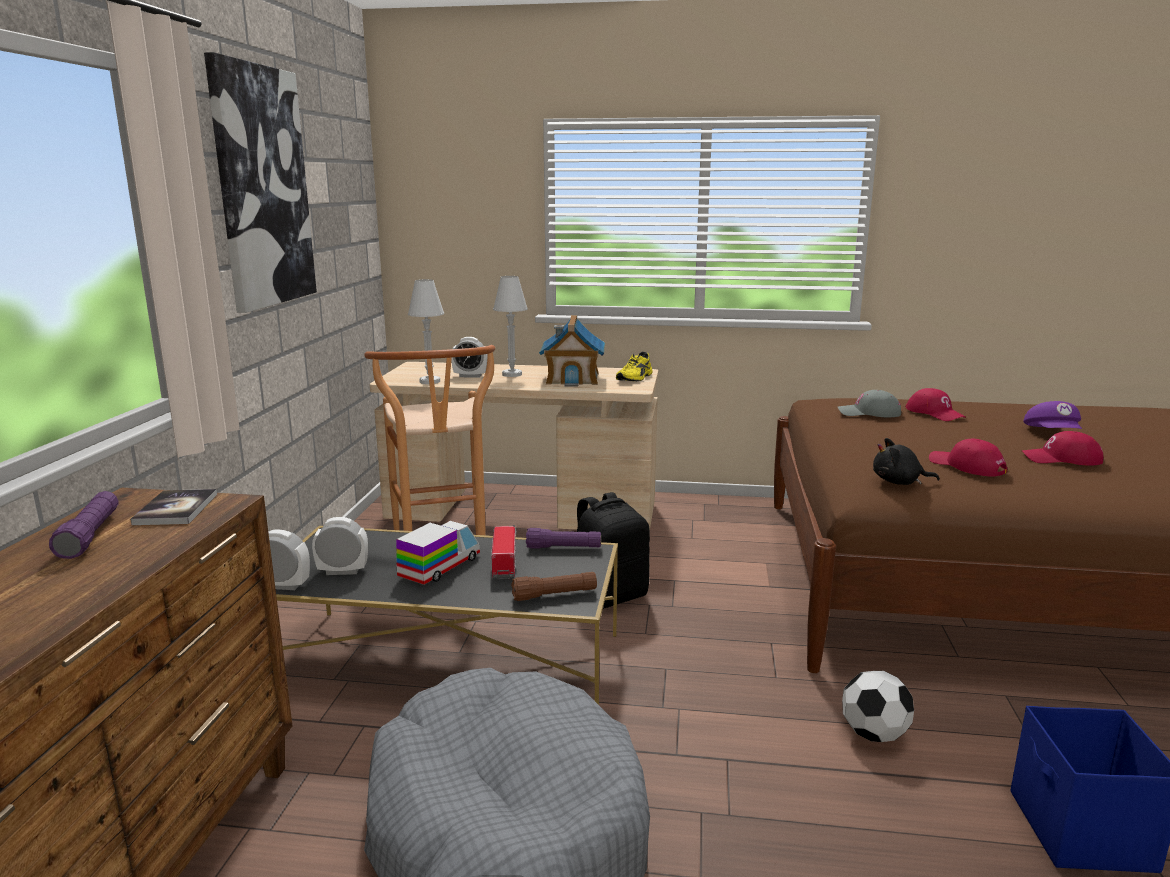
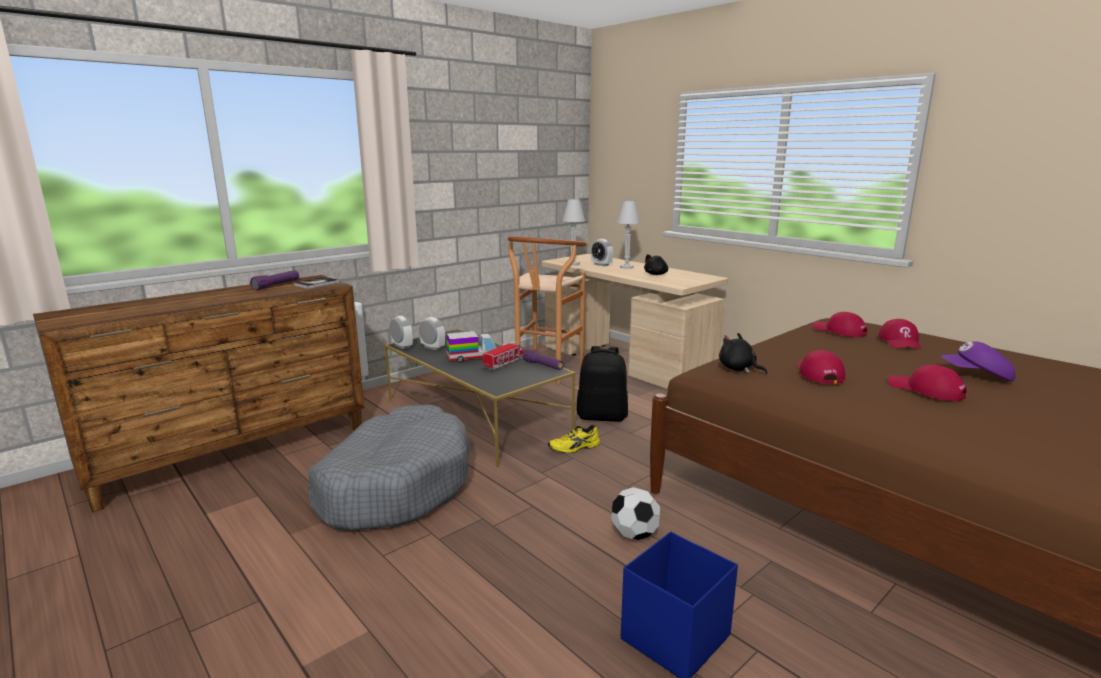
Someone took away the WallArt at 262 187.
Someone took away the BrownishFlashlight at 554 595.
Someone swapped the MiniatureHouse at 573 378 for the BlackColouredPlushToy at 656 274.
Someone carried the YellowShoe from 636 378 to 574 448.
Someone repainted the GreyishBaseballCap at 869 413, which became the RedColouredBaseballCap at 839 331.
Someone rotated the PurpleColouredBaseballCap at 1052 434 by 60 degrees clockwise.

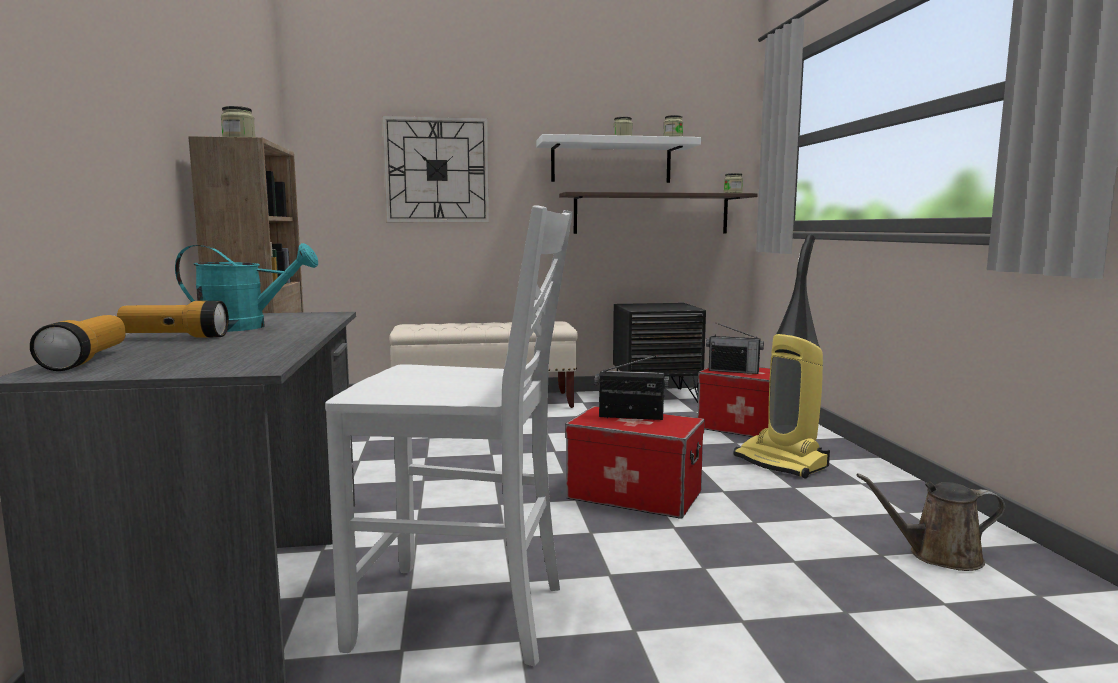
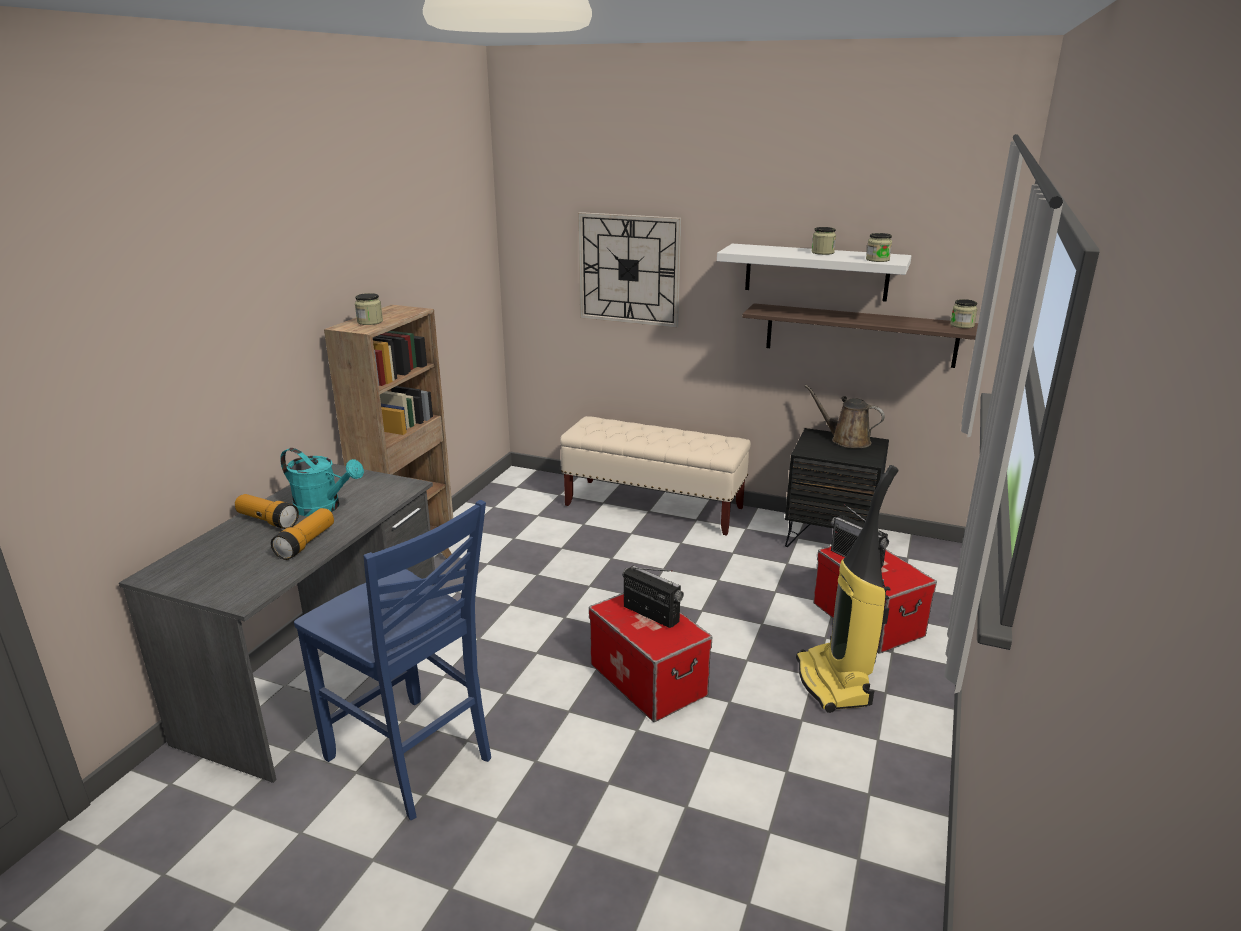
Someone carried the Flashlight from 86 360 to 306 543.
Someone repainted the WhiteColouredPlainChair at 464 616, which became the BlueColouredPlainChair at 412 759.
Someone carried the BrownishSprinklingCan from 938 556 to 846 440.

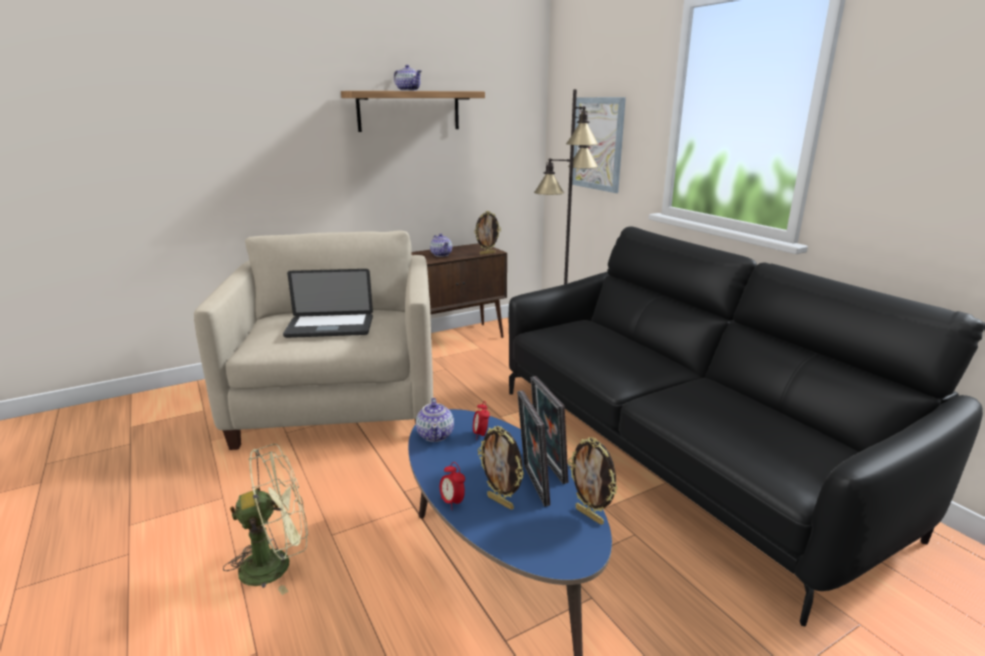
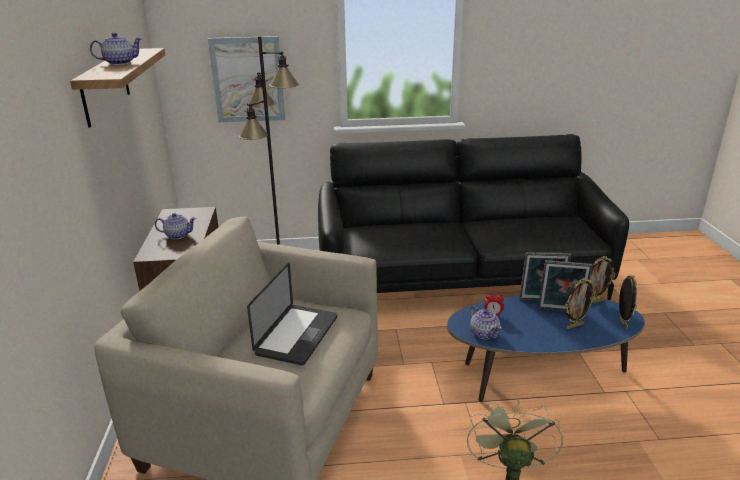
Someone rotated the PotForTea at 435 435 by 45 degrees clockwise.
Someone took away the BedsideClock at 452 502.
Someone carried the PhotoFrame from 487 253 to 622 323.

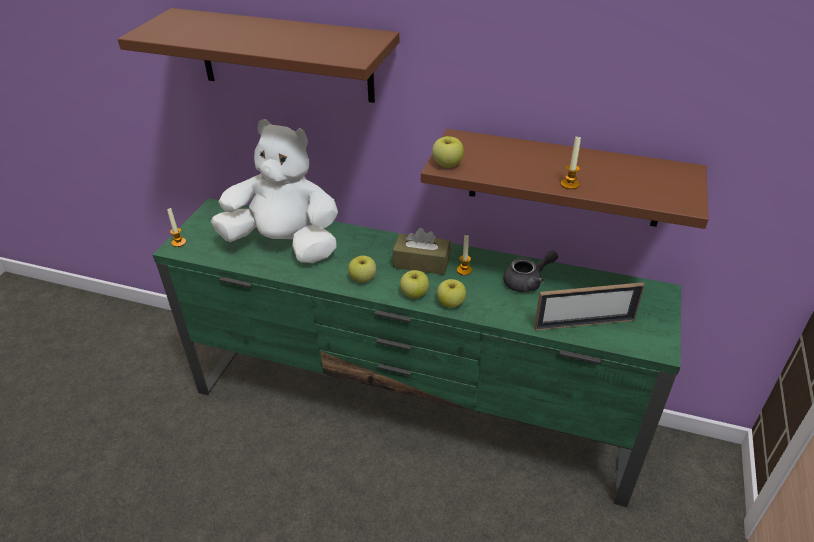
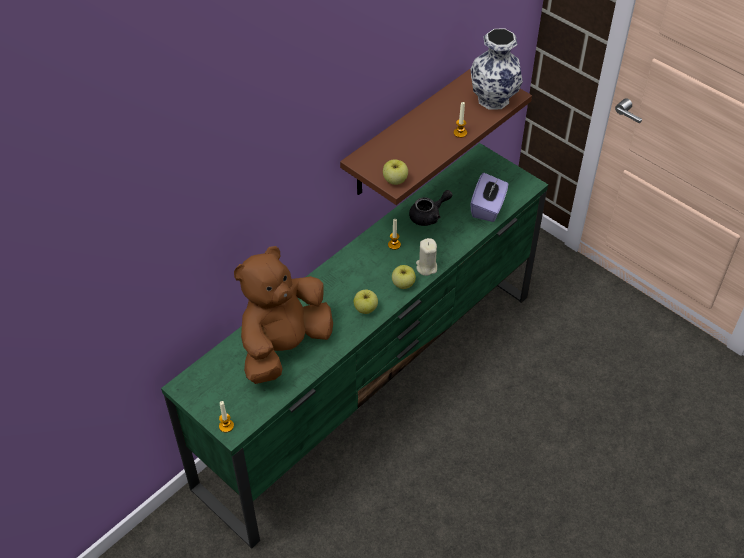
Someone took away the BrownishShelf at 285 56.
Someone repainted the WhiteColouredPlushToy at 285 244, which became the BrownishPlushToy at 284 346.
Someone took away the BrownishBoxOfTissues at 421 263.
Someone swapped the WholeApple at 451 303 for the BeigeCandle at 426 267.
Someone rotated the GreyishPotForTea at 527 281 by 60 degrees clockwise.
Someone swapped the PhotoFrame at 584 324 for the PurpleColouredBoxOfTissues at 488 208.
Someone put down the DecorativeVase at 494 98.

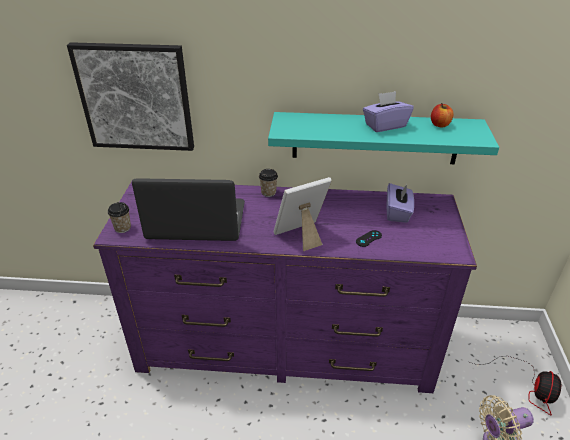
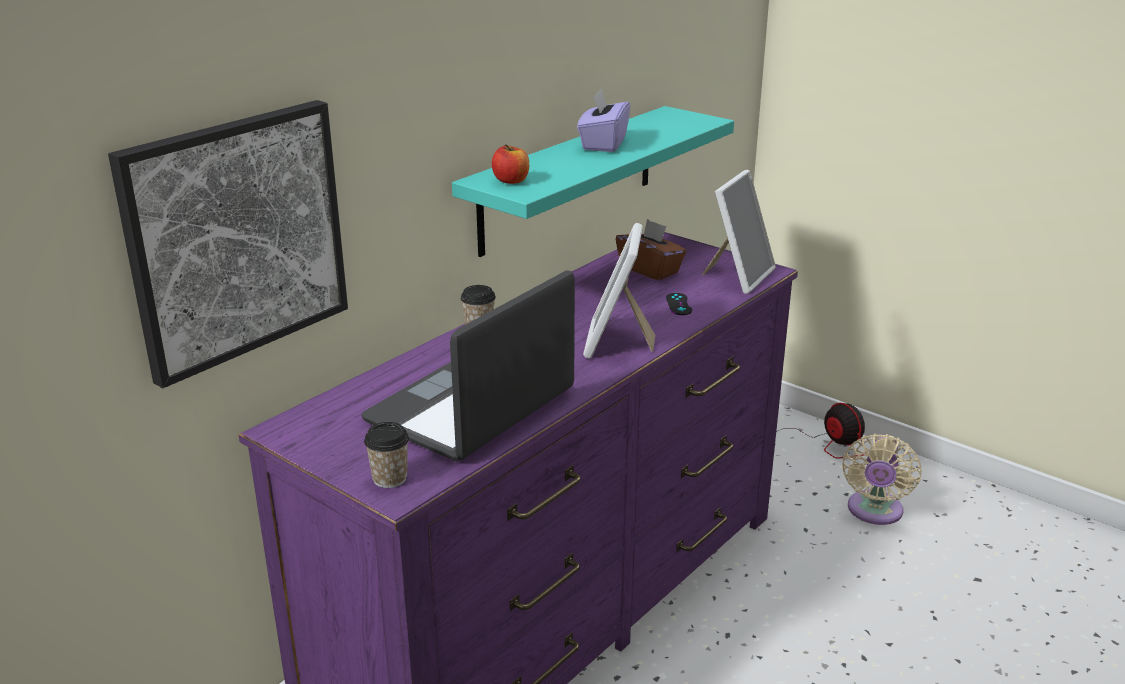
Someone repainted the PurpleColouredBoxOfTissues at 398 212, which became the BrownishBoxOfTissues at 650 270.
Someone carried the WholeApple from 440 124 to 511 181.
Someone put down the PhotoFrame at 737 276.

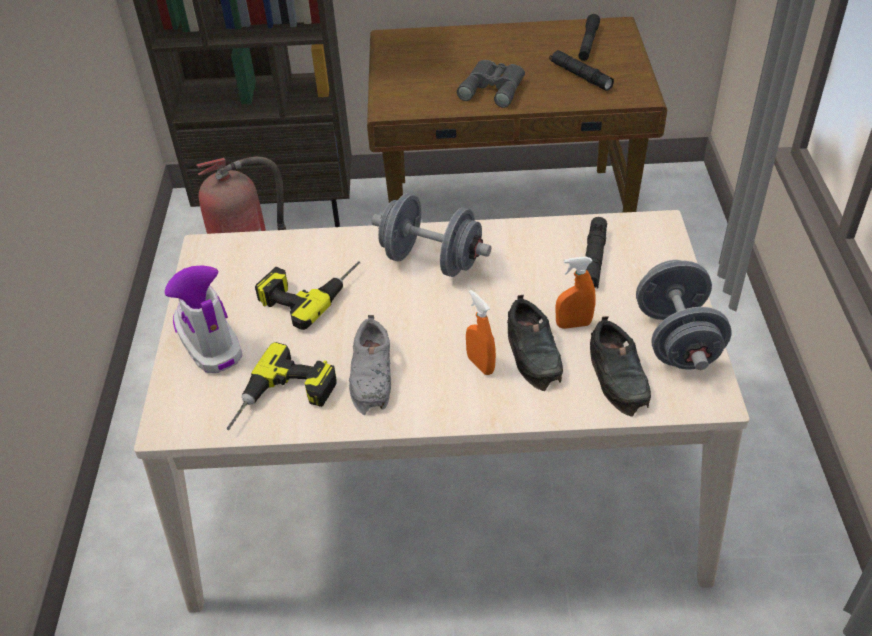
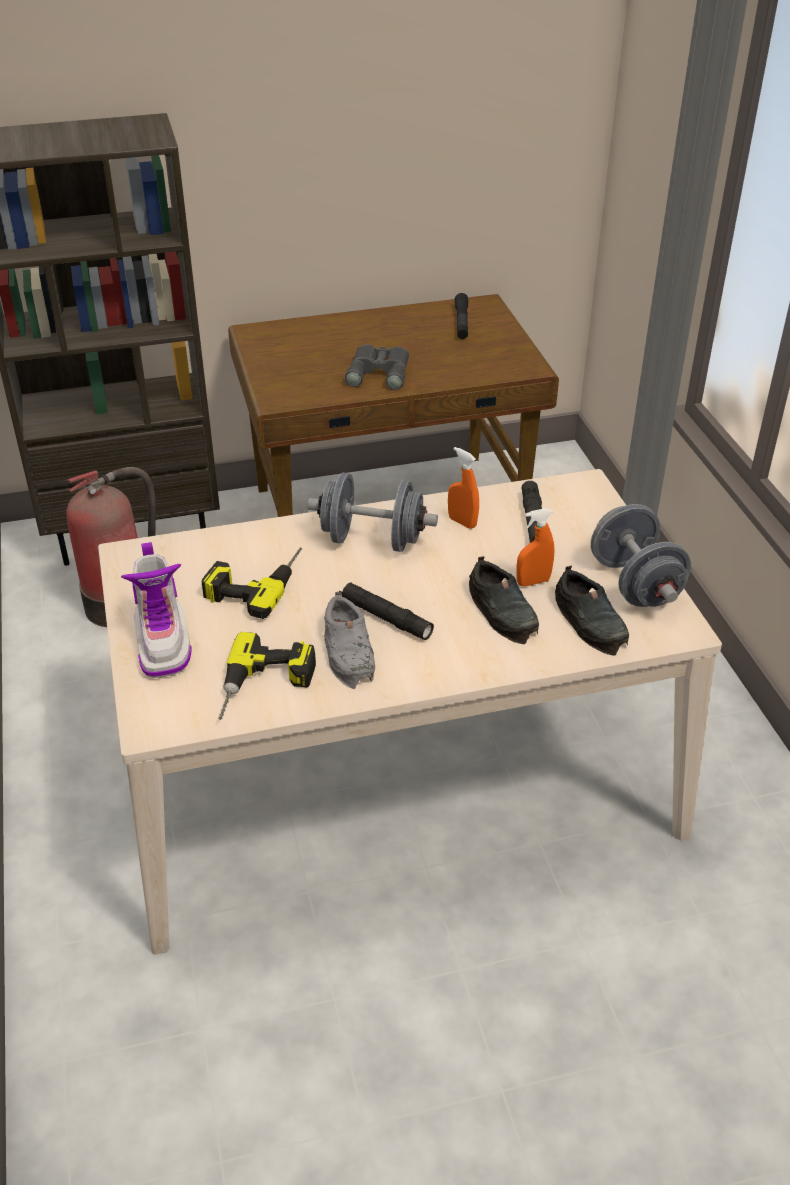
Someone rotated the HighTopBoot at 208 341 by 150 degrees counterclockwise.
Someone carried the OrangeColouredSprayBottle from 480 365 to 462 522.
Someone carried the BlackColouredFlashlight from 580 76 to 385 617.

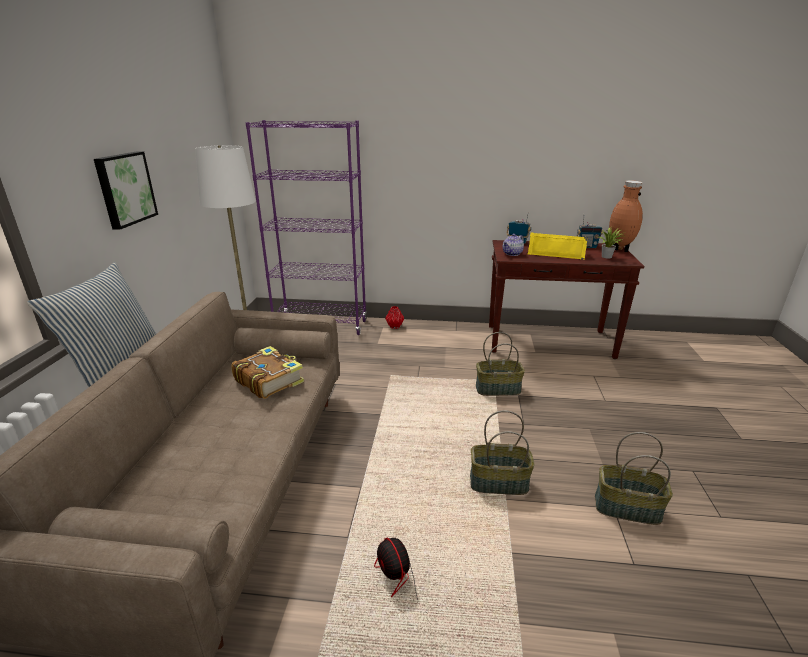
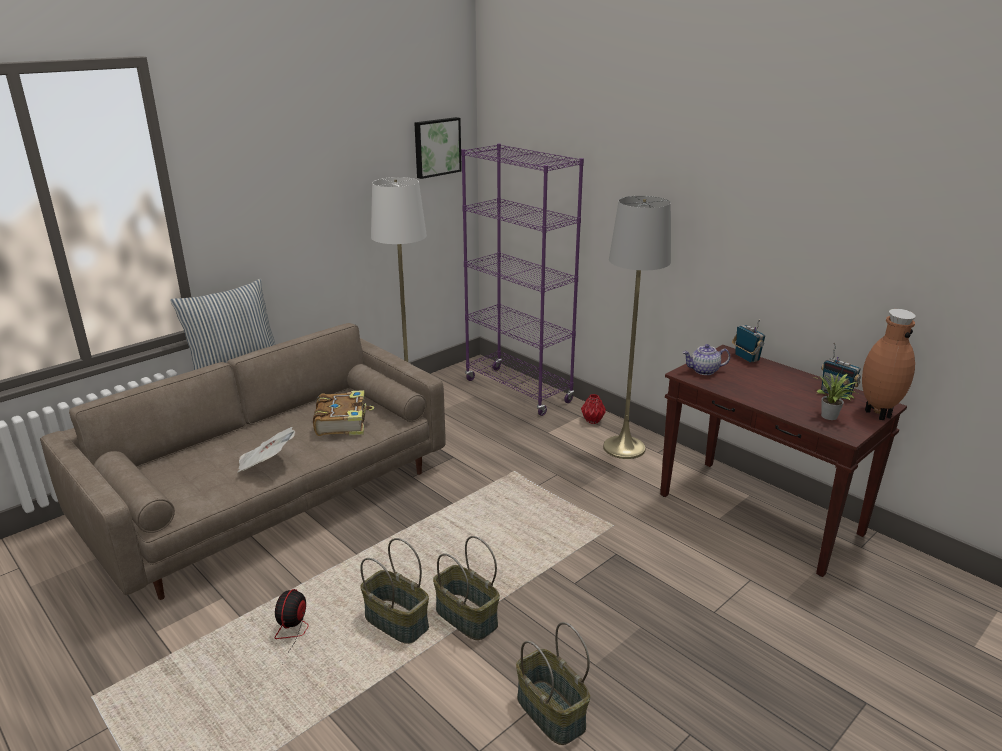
Someone carried the WallArt from 124 189 to 436 147.
Someone carried the Basket from 498 388 to 397 621.
Someone took away the YellowAudioSpeaker at 556 253.
Someone put down the PrintedPaper at 266 464.
Someone put down the GreyishFloorLamp at 624 447.

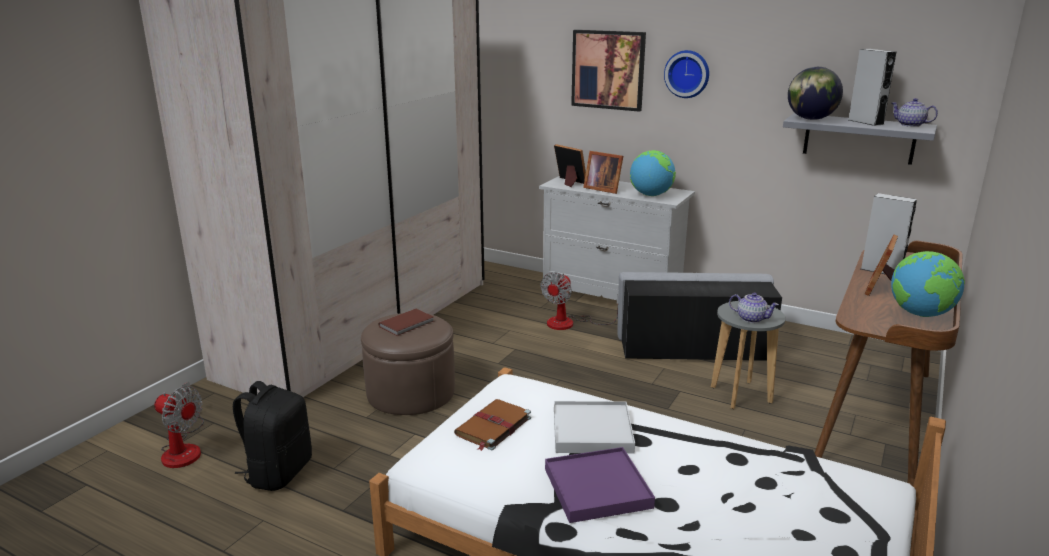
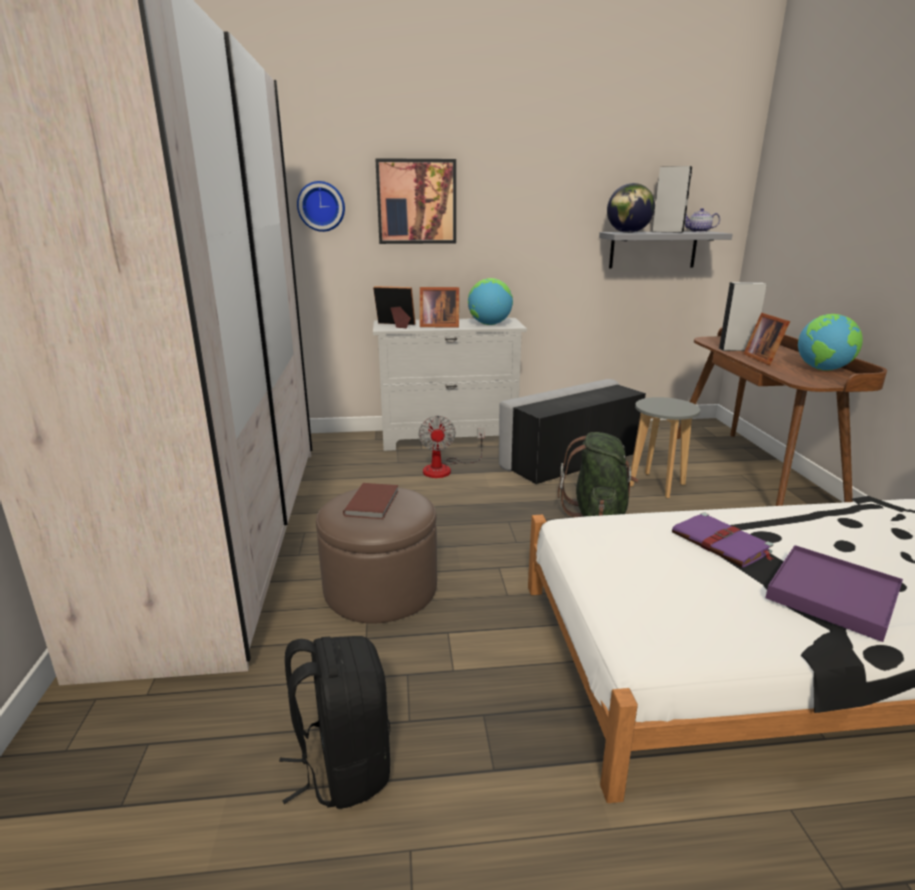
Someone took away the CoolingFan at 183 448.
Someone took away the BrownishBook at 492 427.
Someone swapped the WhiteColouredServingTray at 592 431 for the PurpleColouredBook at 722 543.
Someone carried the HangingClock from 687 74 to 321 206.
Someone took away the PotForTea at 751 318.
Someone put down the GreenBackpack at 597 513.

